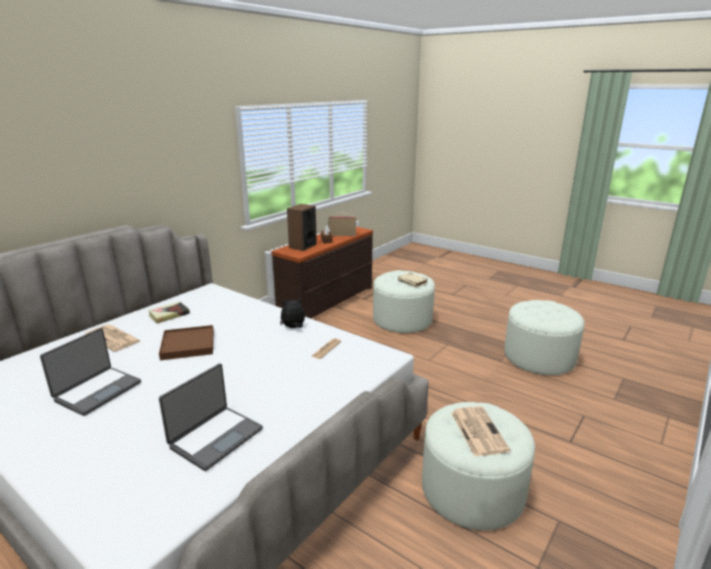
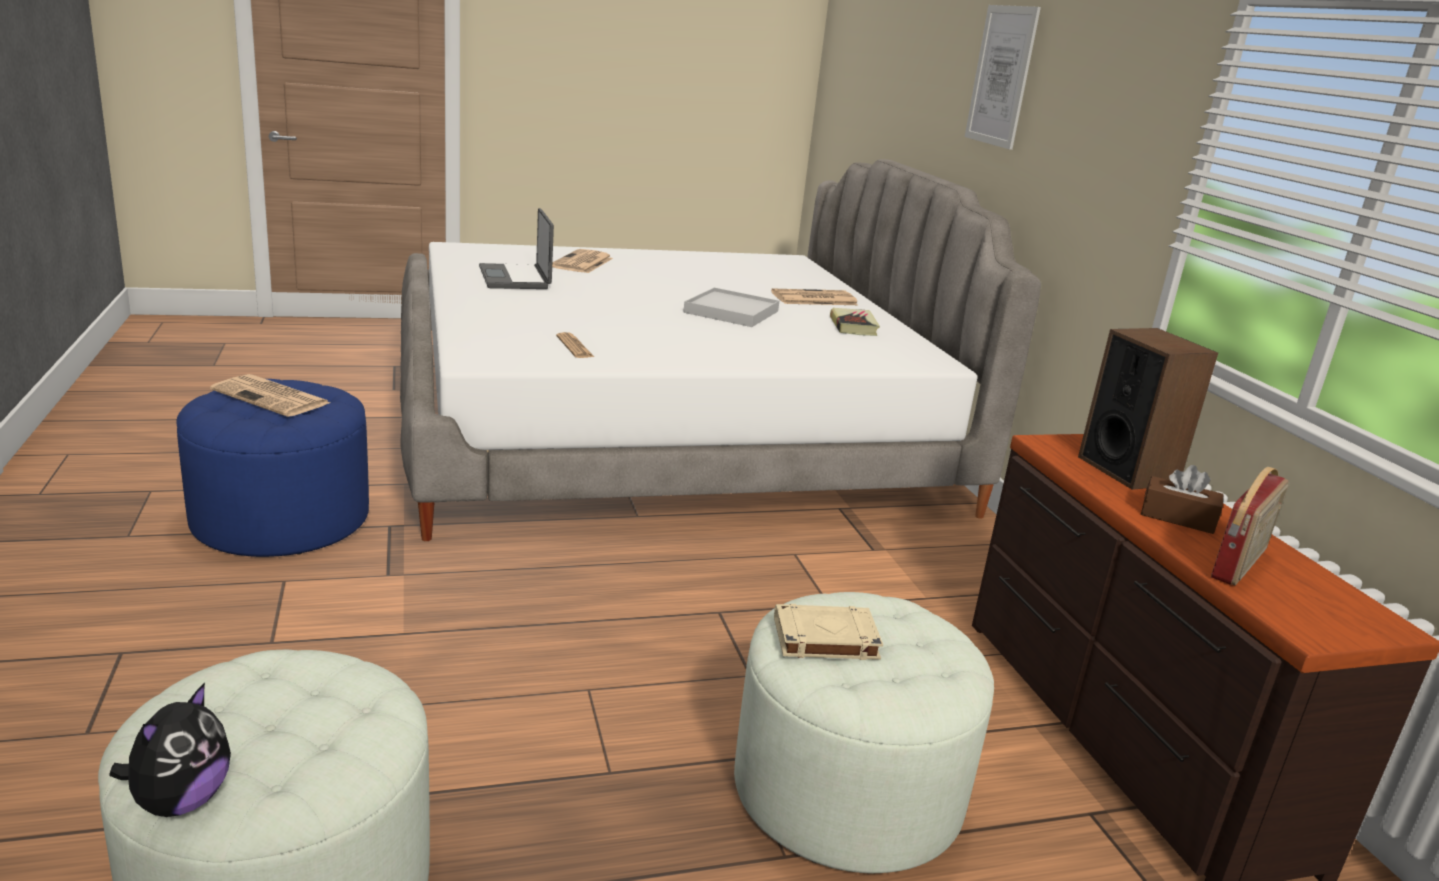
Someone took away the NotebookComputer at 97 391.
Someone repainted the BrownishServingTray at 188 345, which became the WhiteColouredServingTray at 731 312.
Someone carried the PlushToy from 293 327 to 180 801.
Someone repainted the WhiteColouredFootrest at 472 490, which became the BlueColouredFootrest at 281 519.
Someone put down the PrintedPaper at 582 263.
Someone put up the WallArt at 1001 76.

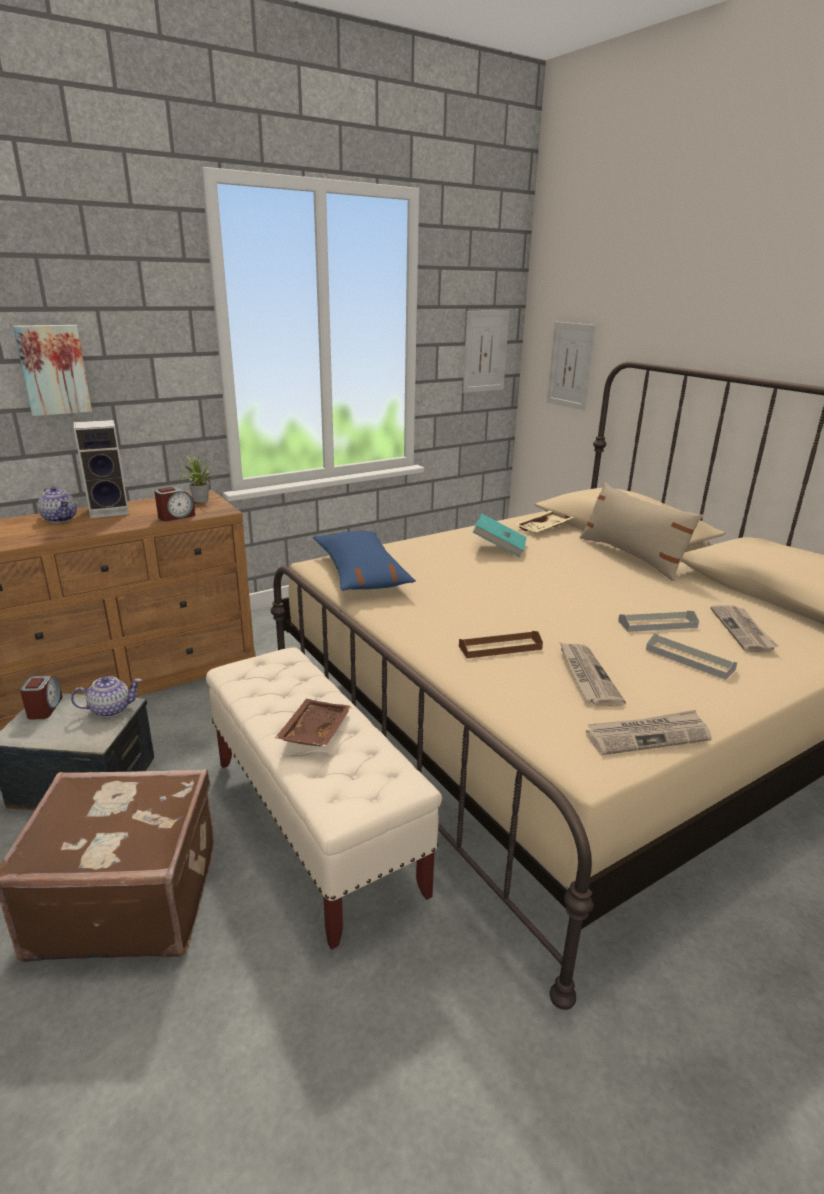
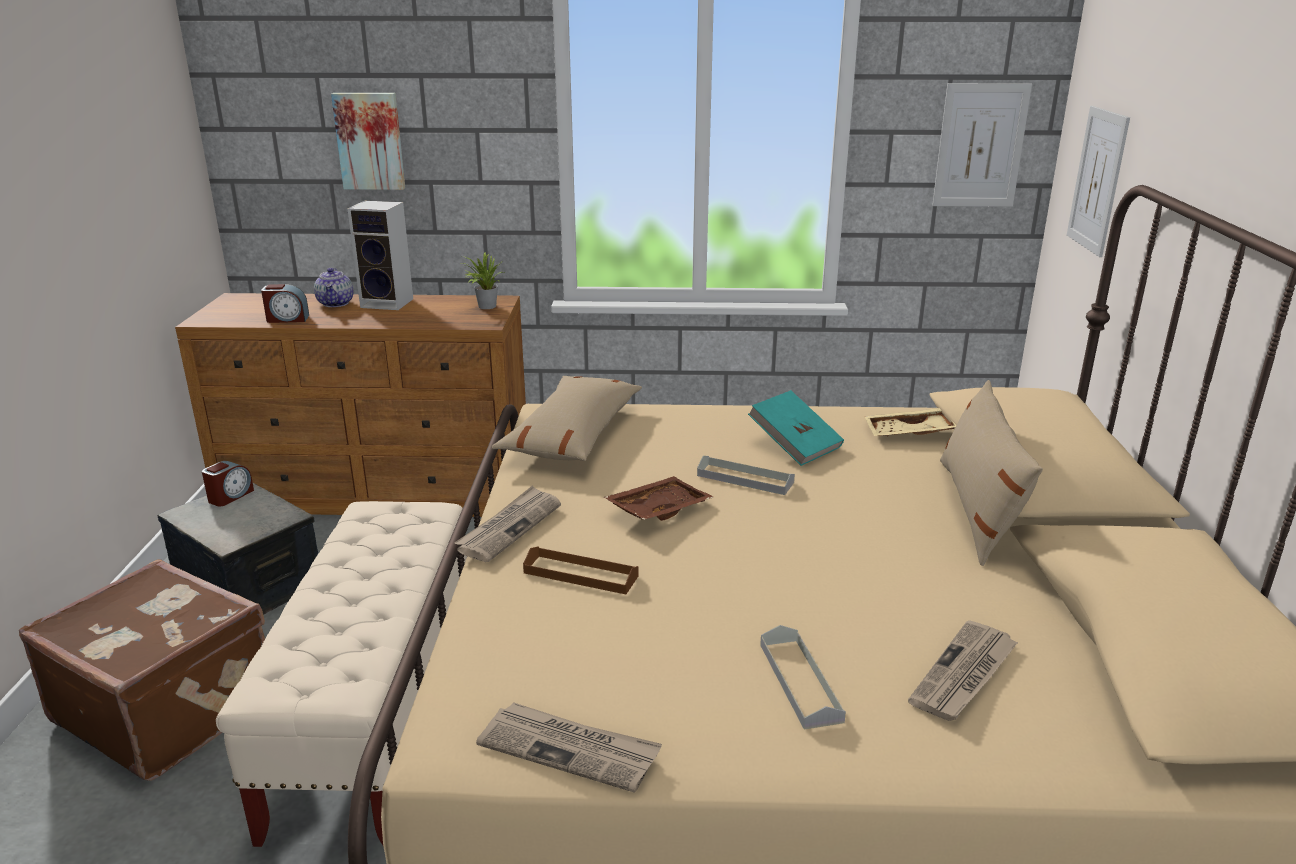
Someone took away the PotForTea at 111 709.
Someone carried the BedsideClock from 176 516 to 287 319.
Someone carried the BrownishServingTray from 314 731 to 658 509.
Someone repainted the BlueColouredCushion at 361 573, which became the BeigeCushion at 573 434.
Someone carried the PrintedPaper from 586 676 to 509 527.
Someone carried the GreyishServingTray from 657 624 to 745 479.

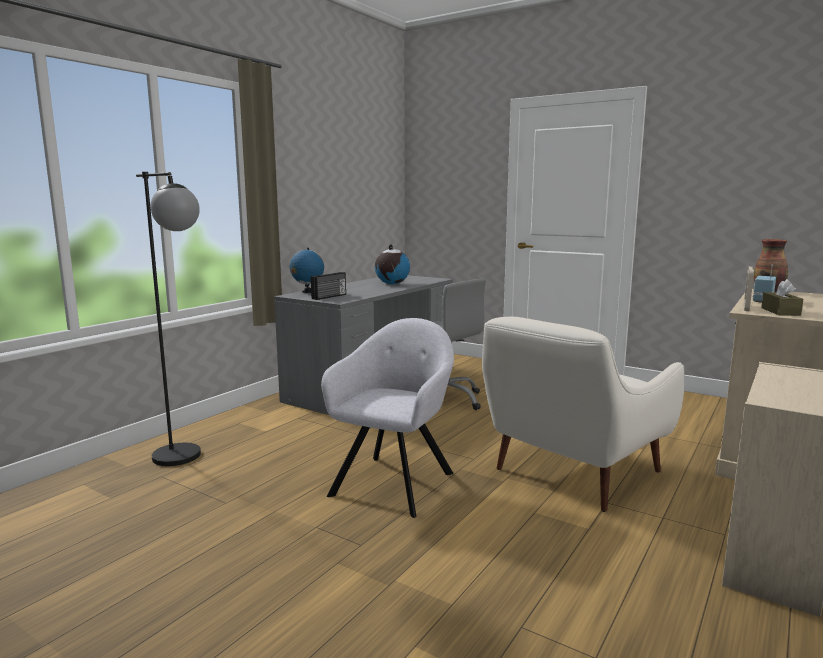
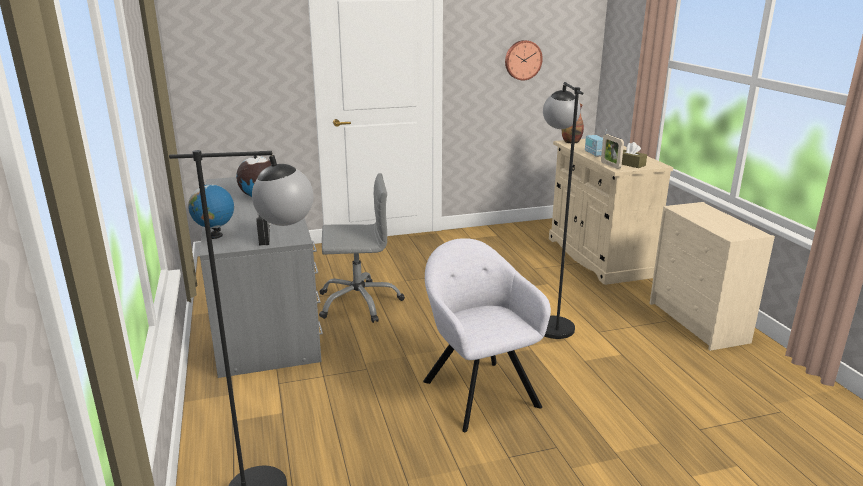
Someone swapped the WhiteColouredEasyChair at 573 473 for the BlackColouredFloorLamp at 550 321.
Someone put up the HangingClock at 522 60.

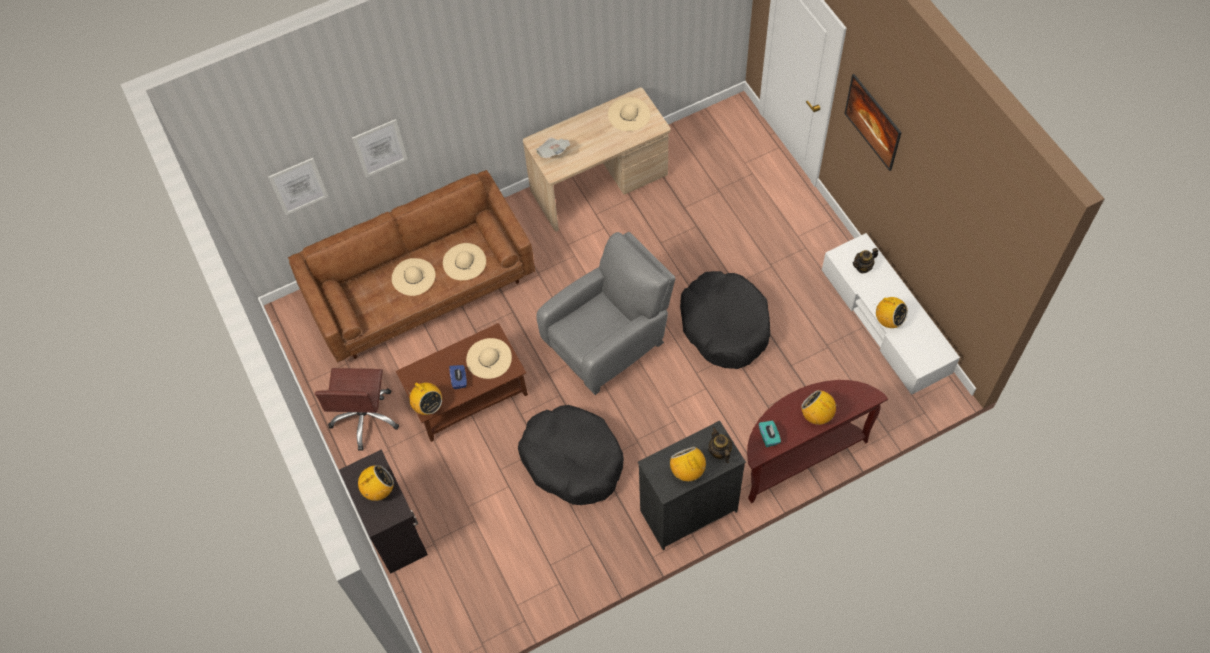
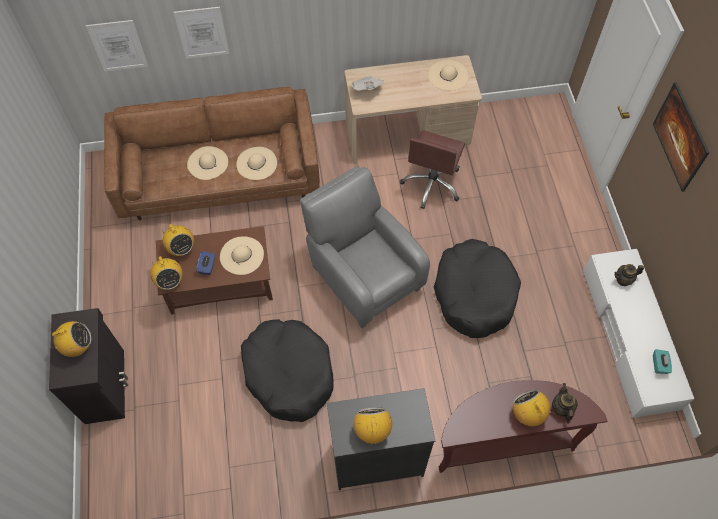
Someone carried the BrownishOfficeChair from 365 417 to 432 184.
Someone rotated the GreyishEasyChair at 608 341 by 105 degrees counterclockwise.
Someone carried the PotForTea from 719 451 to 561 408.
Someone carried the BlueGreenBoxOfTissues from 769 437 to 659 365.
Someone carried the RadioSet from 888 320 to 181 248.

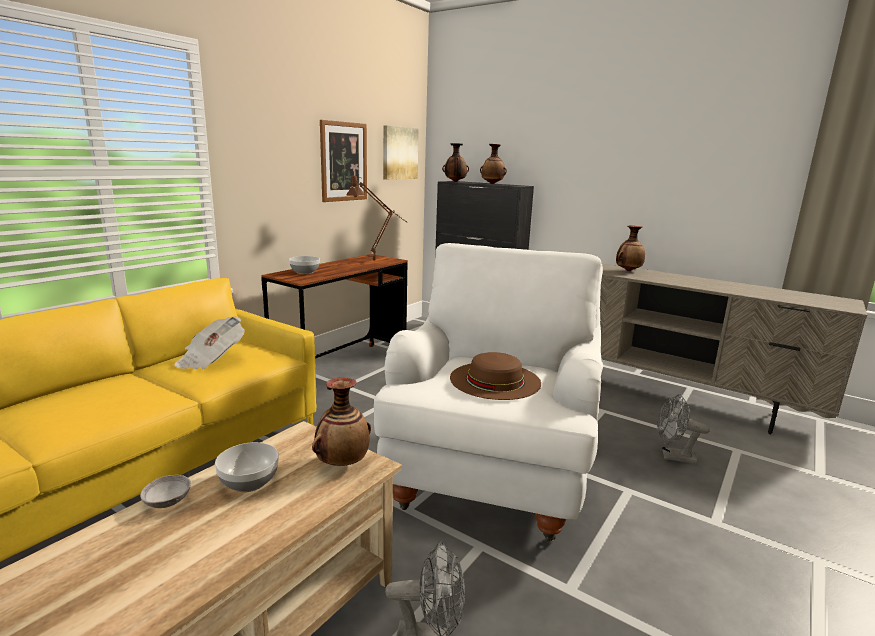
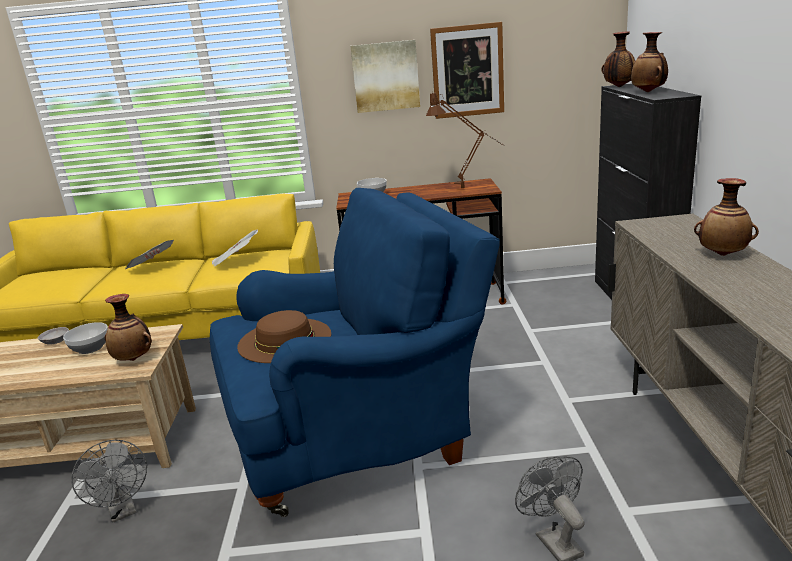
Someone repainted the WhiteColouredEasyChair at 492 471, which became the BlueColouredEasyChair at 357 441.
Someone carried the WallArt from 399 153 to 385 76.
Someone put down the PrintedPaper at 152 267.

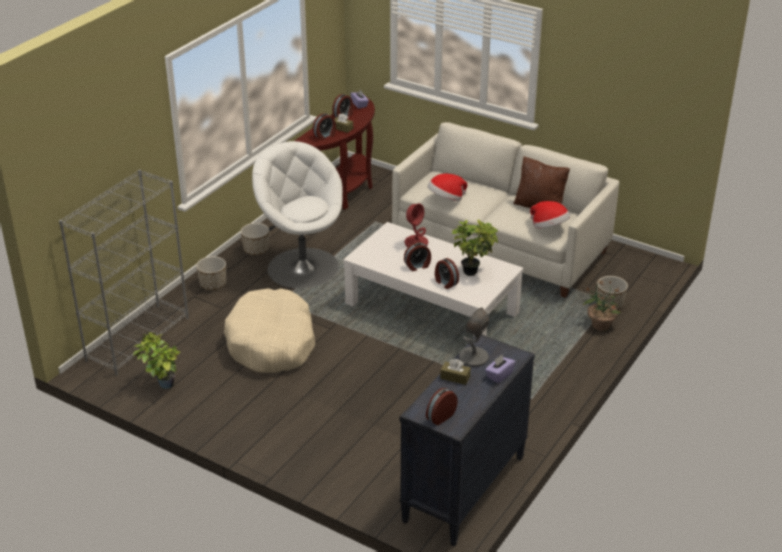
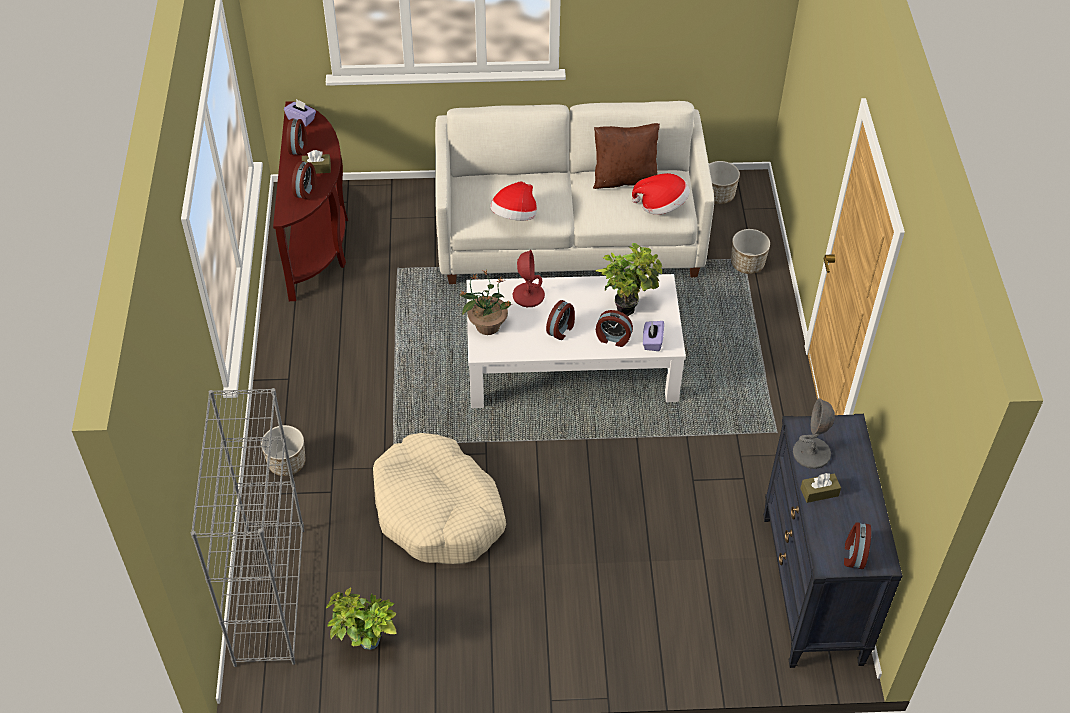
Someone carried the Planter from 256 250 to 718 195.
Someone took away the WhiteColouredEasyChair at 302 267.
Someone carried the PurpleColouredBoxOfTissues from 499 375 to 652 341.
Someone carried the PlantInAPot from 600 325 to 487 325.

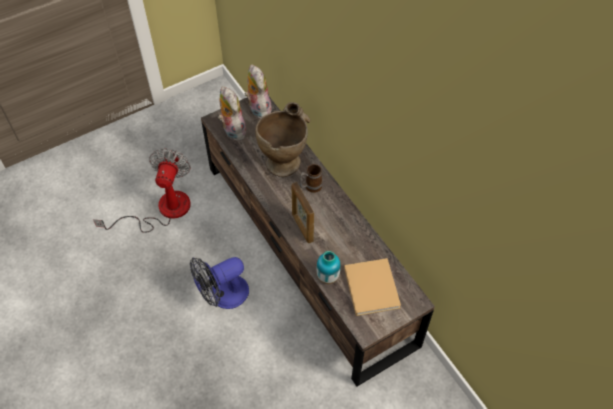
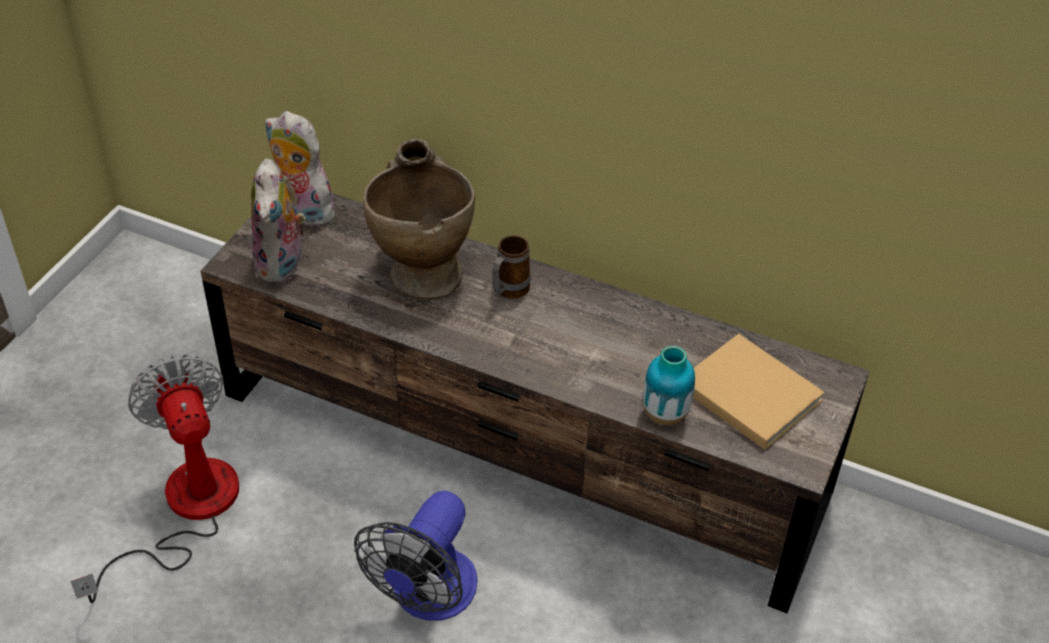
Someone rotated the PlushToy at 232 130 by 120 degrees counterclockwise.
Someone took away the PhotoFrame at 302 228.

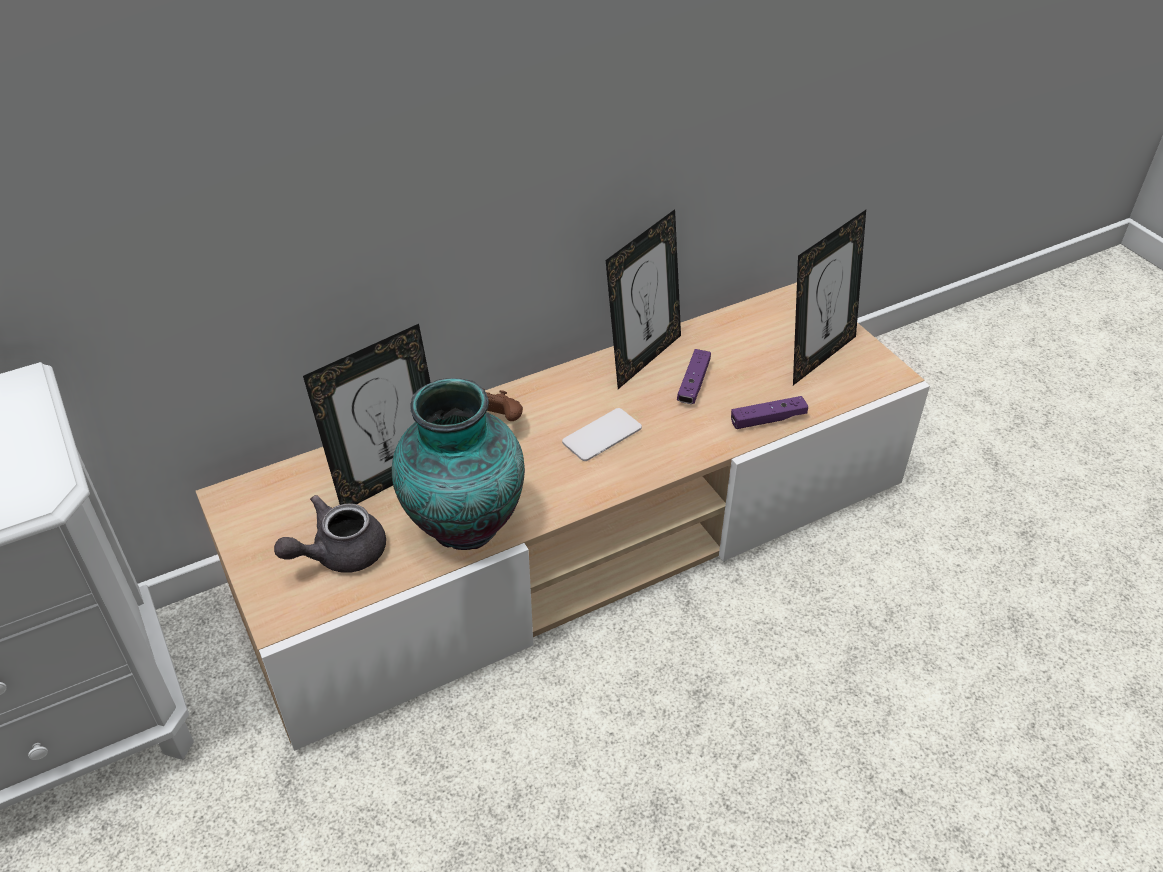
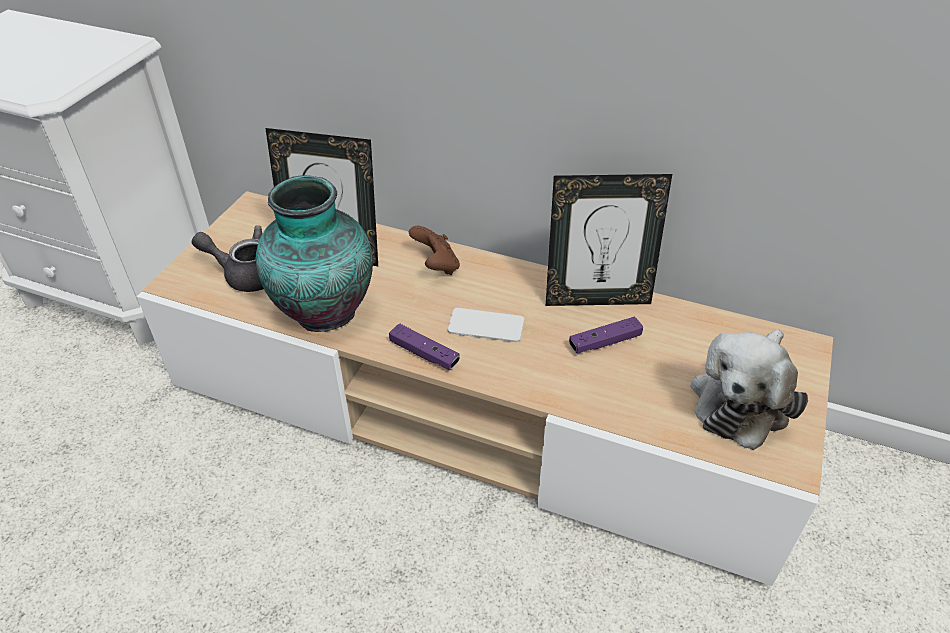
Someone carried the PurpleColouredJoypad from 768 419 to 424 354.
Someone swapped the PhotoFrame at 817 356 for the PlushToy at 742 399.

